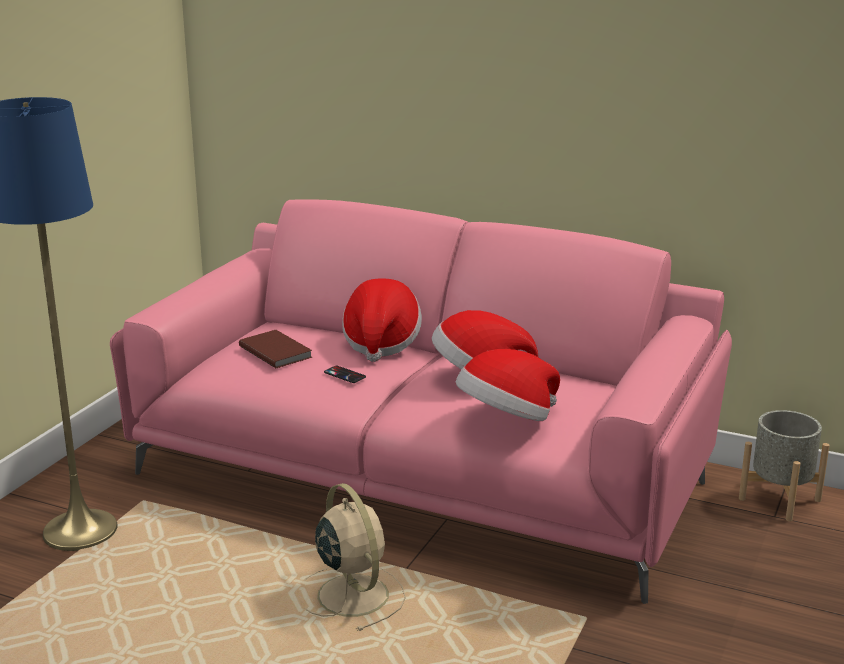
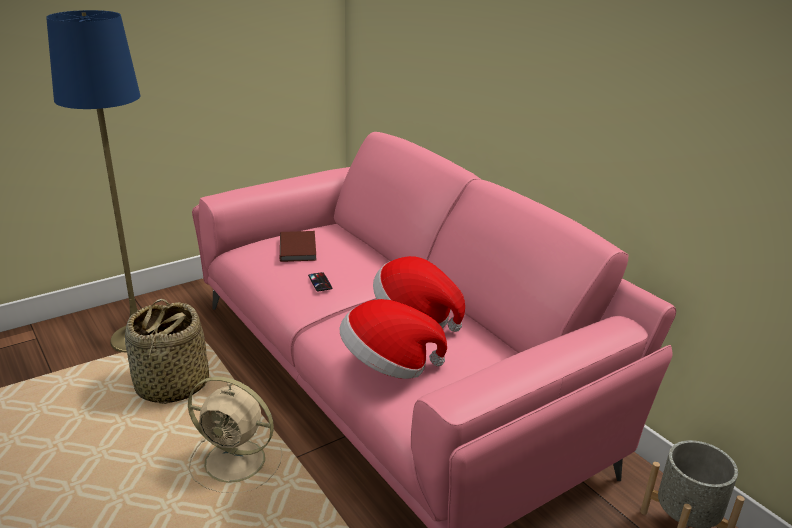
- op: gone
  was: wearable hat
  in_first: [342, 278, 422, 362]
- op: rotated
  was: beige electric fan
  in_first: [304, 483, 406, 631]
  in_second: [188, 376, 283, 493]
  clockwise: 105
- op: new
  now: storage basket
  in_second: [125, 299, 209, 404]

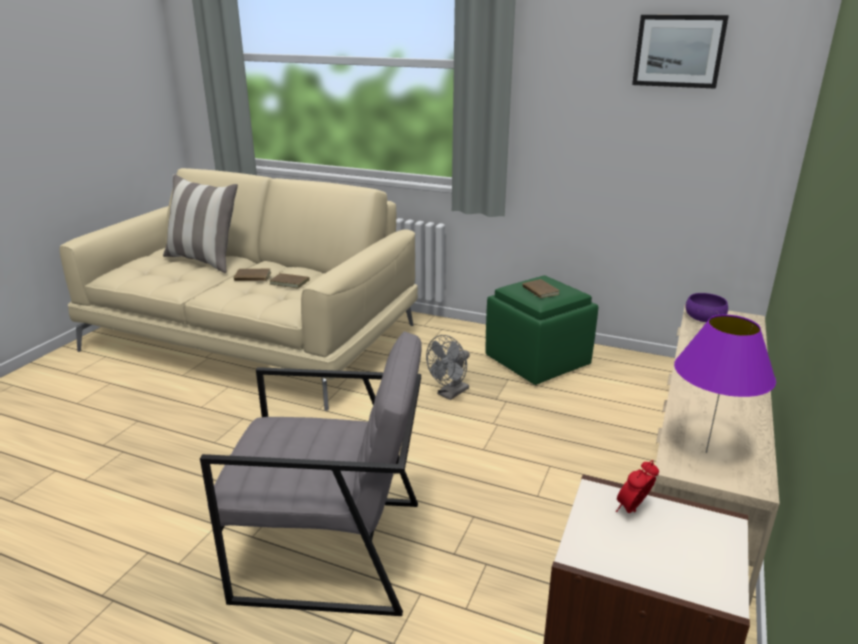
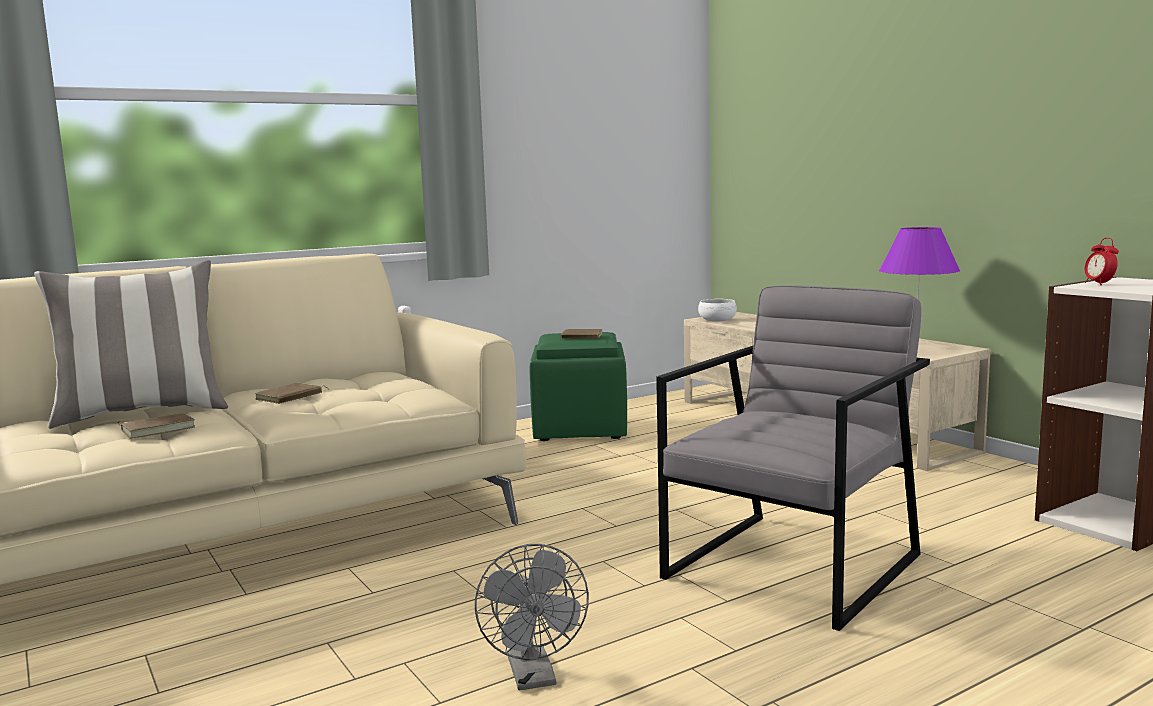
- op: gone
  was: wall picture
  in_first: [632, 15, 729, 89]
- op: shifted
  was: brownish volume
  in_first: [269, 271, 310, 288]
  in_second: [118, 413, 195, 439]
- op: repainted
  was: purple-coloured serving bowl
  now: white serving bowl
  in_first: [685, 293, 728, 322]
  in_second: [698, 299, 737, 321]
- op: shifted
  was: gray electric fan
  in_first: [426, 335, 470, 400]
  in_second: [475, 544, 589, 690]

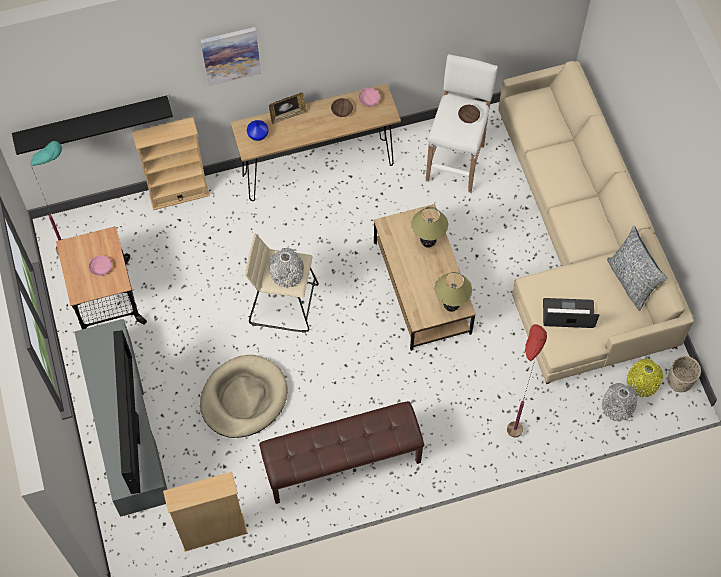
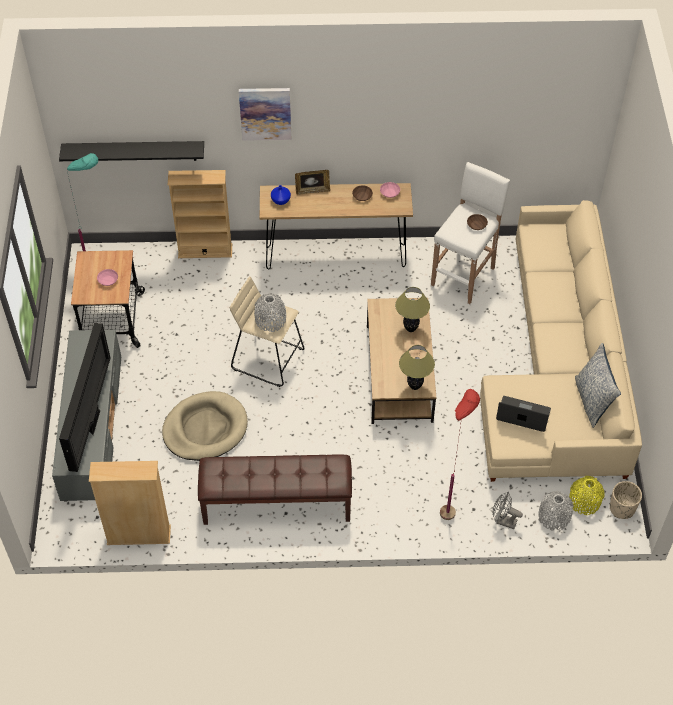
- op: new
  now: gray electric fan
  in_second: [493, 492, 523, 529]

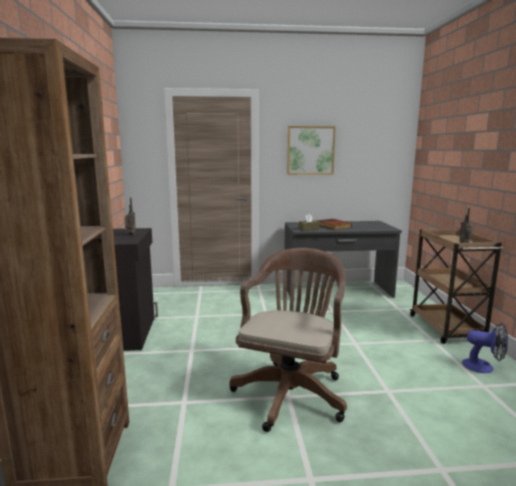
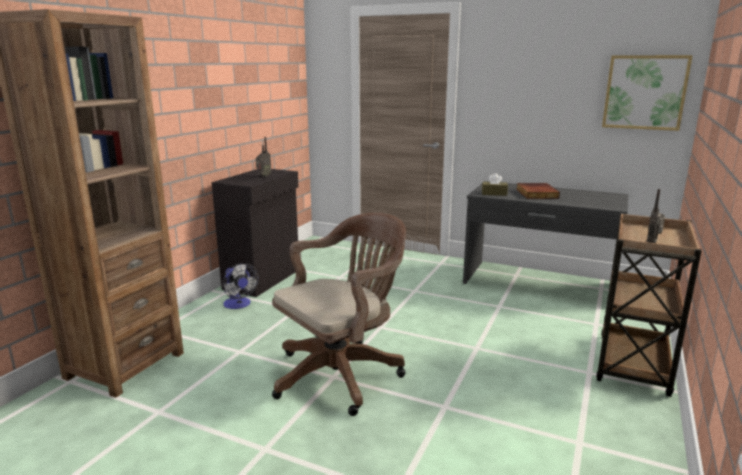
- op: shifted
  was: wall picture
  in_first: [287, 126, 336, 175]
  in_second: [602, 55, 693, 131]
- op: shifted
  was: electric fan
  in_first: [462, 323, 508, 373]
  in_second: [222, 263, 259, 309]

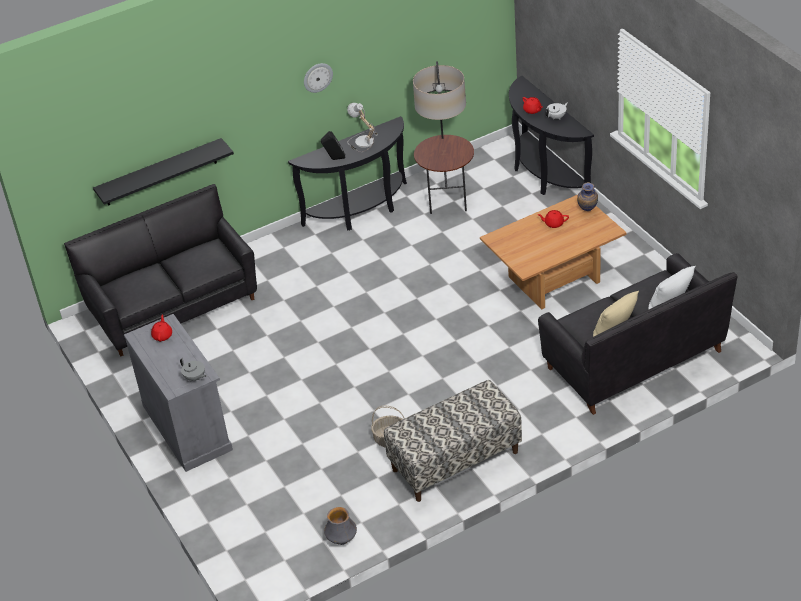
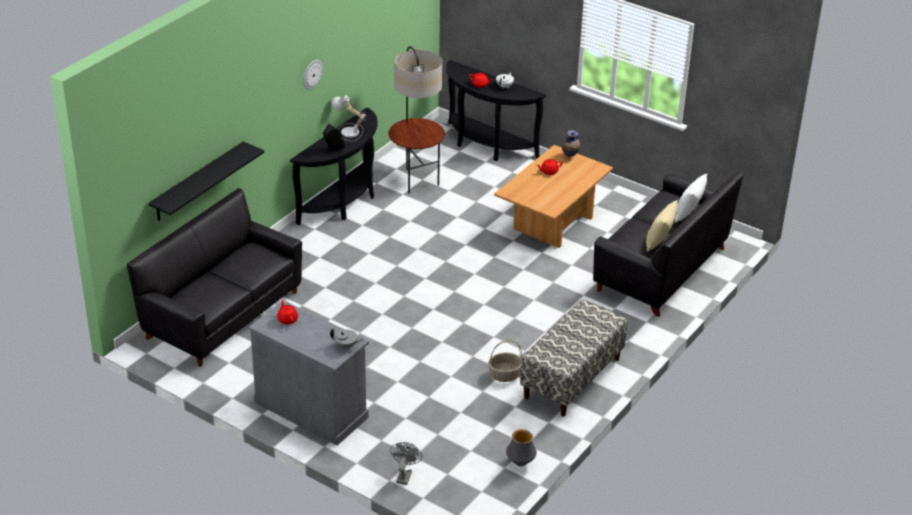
- op: new
  now: gray electric fan
  in_second: [390, 442, 422, 485]

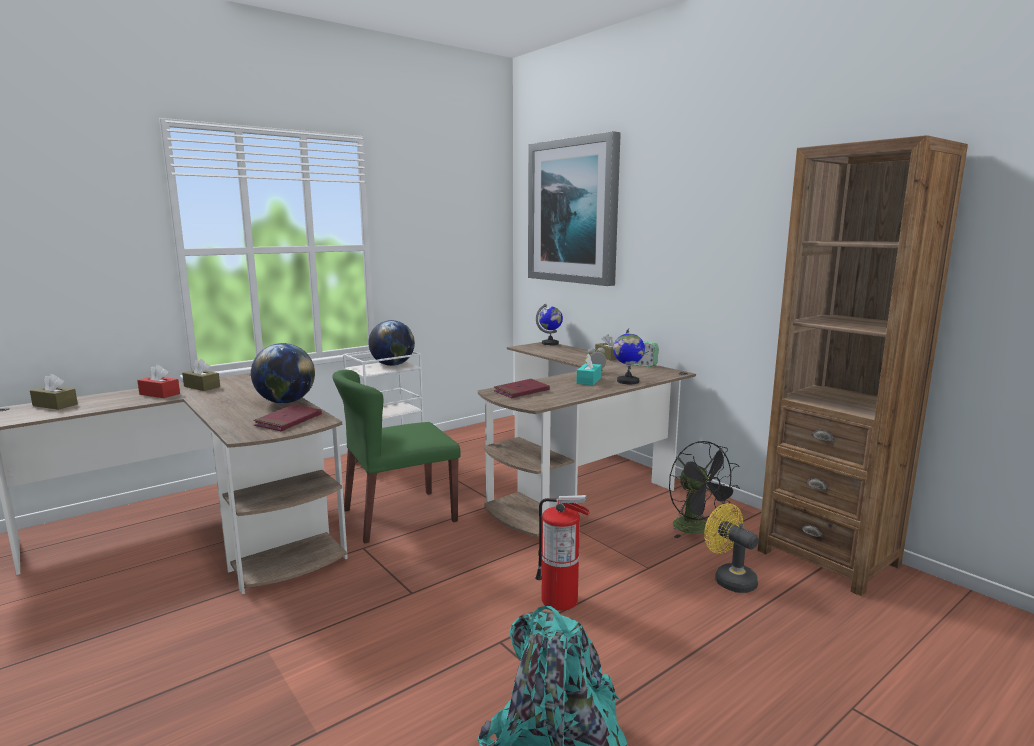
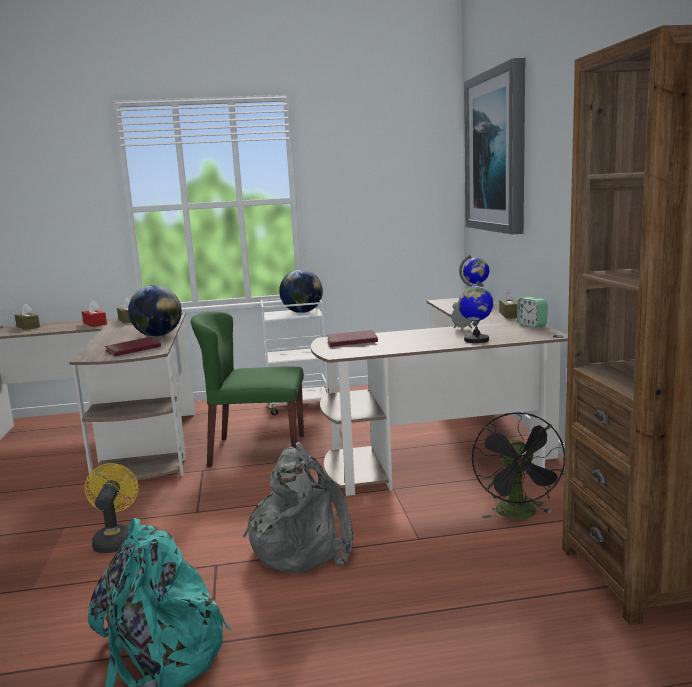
- op: gone
  was: turquoise-coloured tissue box
  in_first: [576, 354, 601, 385]
- op: swapped
  was: extinguisher
  now: gray knapsack
  in_first: [535, 495, 590, 611]
  in_second: [243, 442, 353, 573]
- op: shifted
  was: yellow electric fan
  in_first: [704, 503, 759, 593]
  in_second: [85, 463, 138, 553]

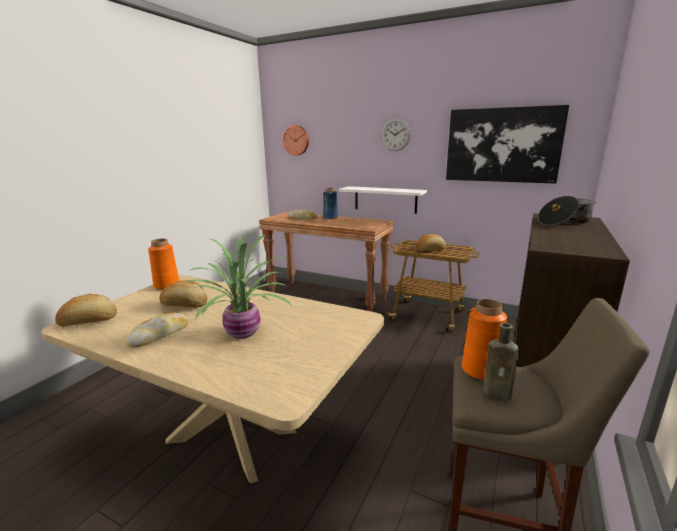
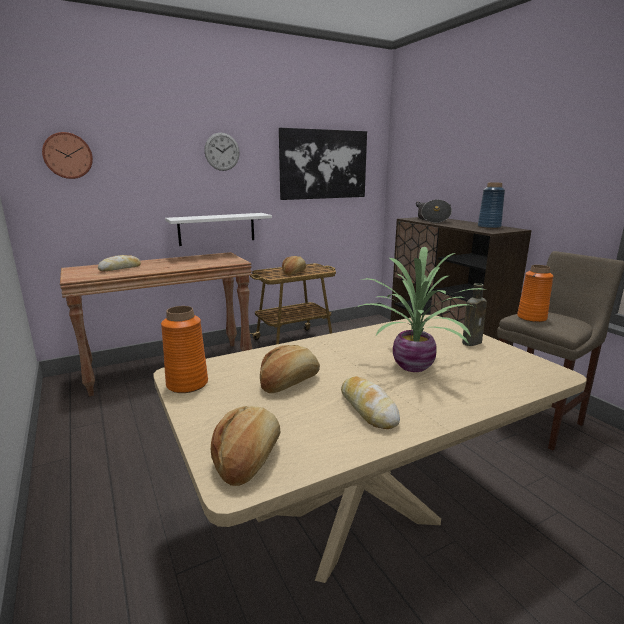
- op: shifted
  was: bluish decorative vase
  in_first: [323, 188, 338, 219]
  in_second: [478, 183, 505, 229]
- op: shifted
  was: brownish bottle
  in_first: [483, 323, 519, 401]
  in_second: [462, 283, 487, 346]

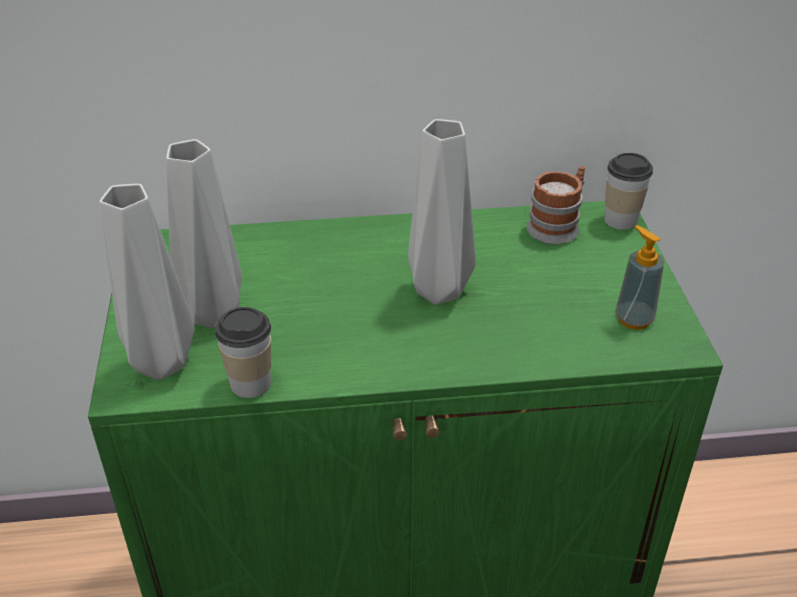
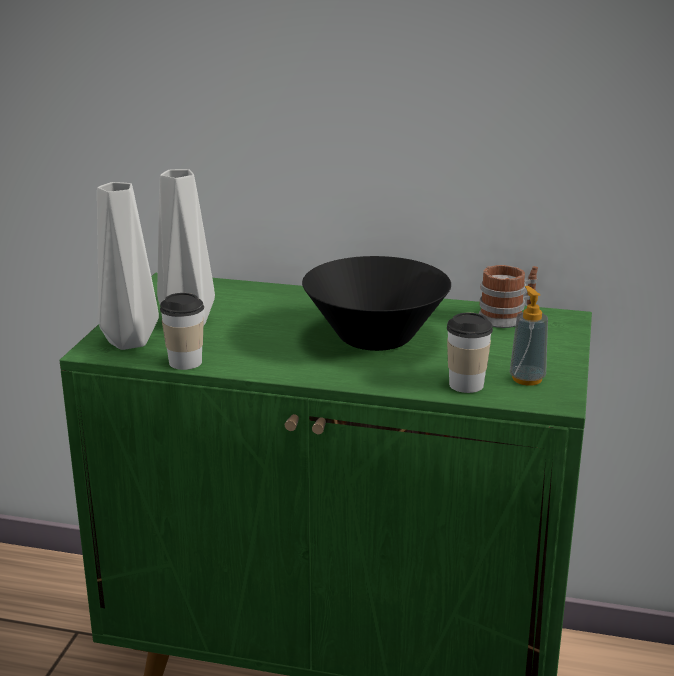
- op: swapped
  was: gray decorative vase
  now: blackish serving bowl
  in_first: [408, 119, 476, 305]
  in_second: [302, 256, 451, 351]
- op: shifted
  was: cup
  in_first: [604, 153, 653, 230]
  in_second: [447, 313, 493, 393]

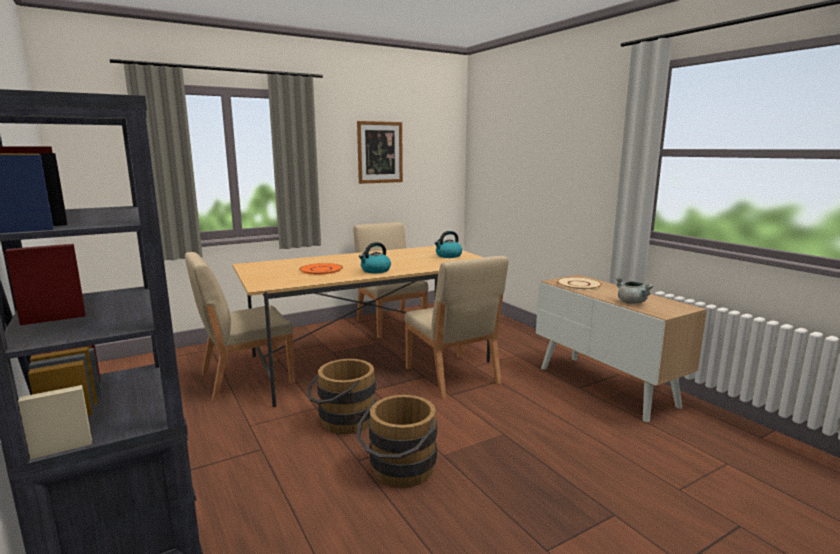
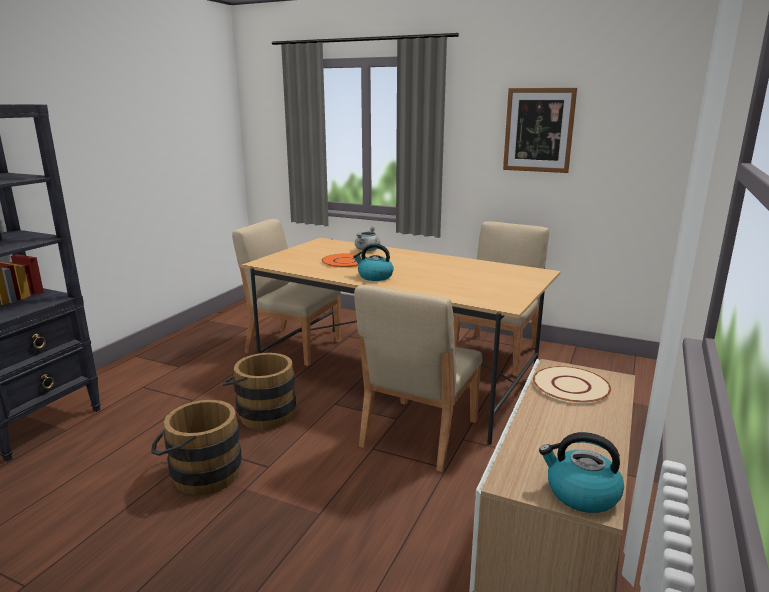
- op: shifted
  was: tea kettle
  in_first: [434, 231, 462, 258]
  in_second: [539, 432, 624, 513]
- op: shifted
  was: gray cooking pot
  in_first: [615, 276, 654, 304]
  in_second: [355, 226, 380, 251]

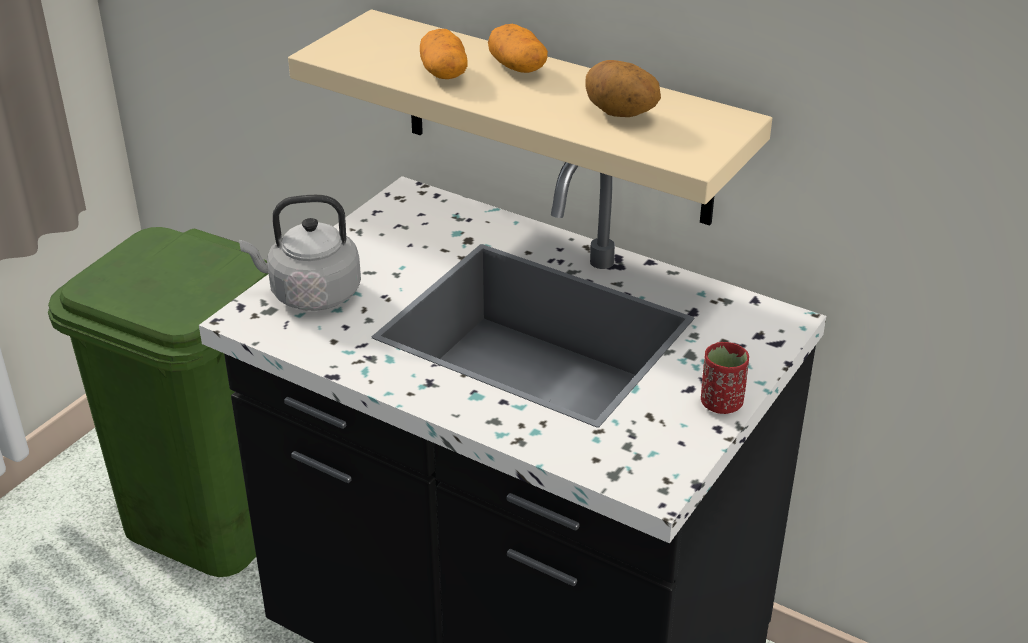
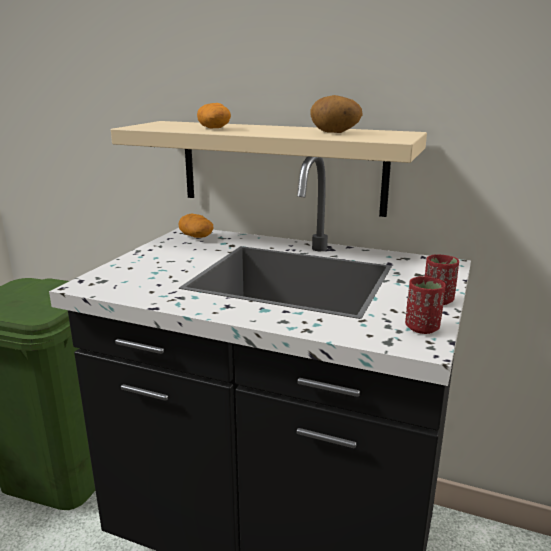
- op: shifted
  was: whole potato
  in_first: [488, 24, 548, 73]
  in_second: [178, 213, 213, 238]
- op: gone
  was: gray tea kettle
  in_first: [239, 195, 361, 311]
- op: new
  now: reddish cup
  in_second: [405, 276, 446, 334]

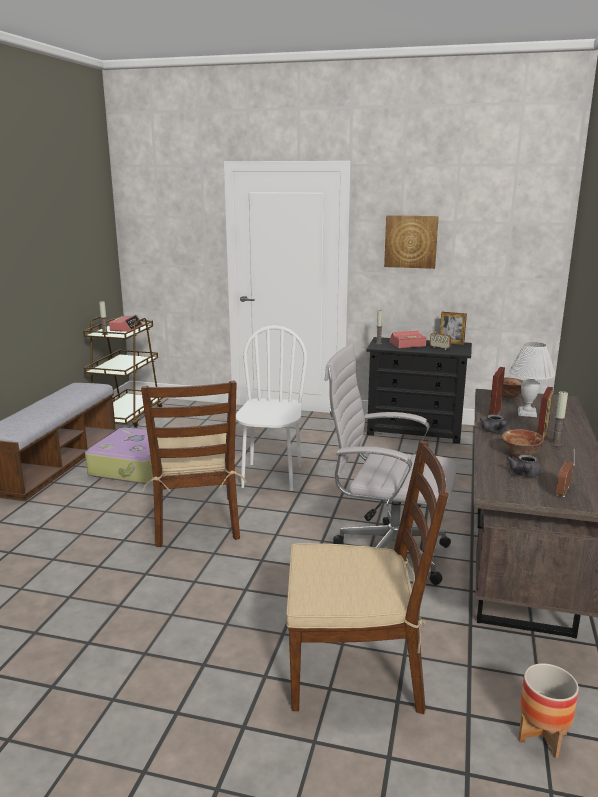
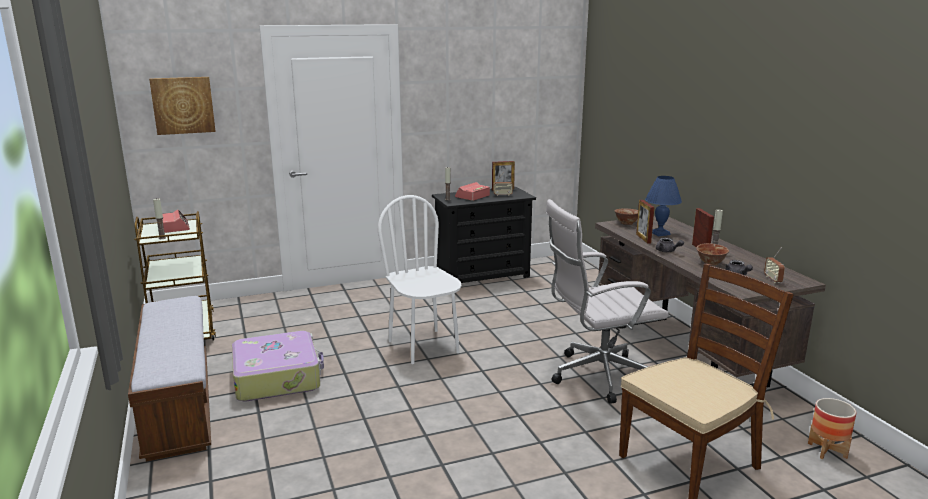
- op: shifted
  was: wall picture
  in_first: [384, 215, 439, 269]
  in_second: [149, 77, 216, 135]
- op: repainted
  was: white table lamp
  now: bluish table lamp
  in_first: [509, 342, 555, 417]
  in_second: [645, 176, 682, 236]
- op: gone
  was: brownish upright chair
  in_first: [141, 380, 246, 547]

